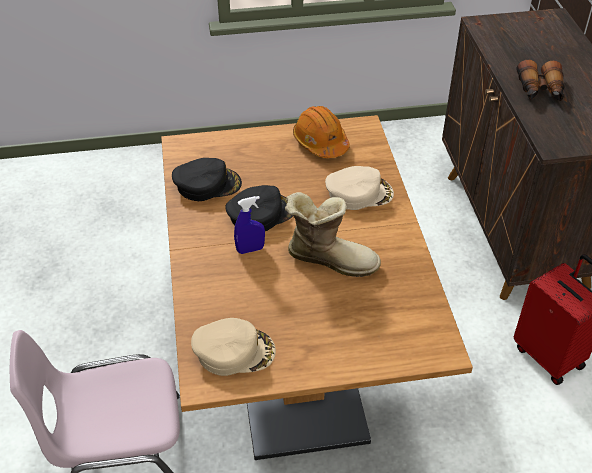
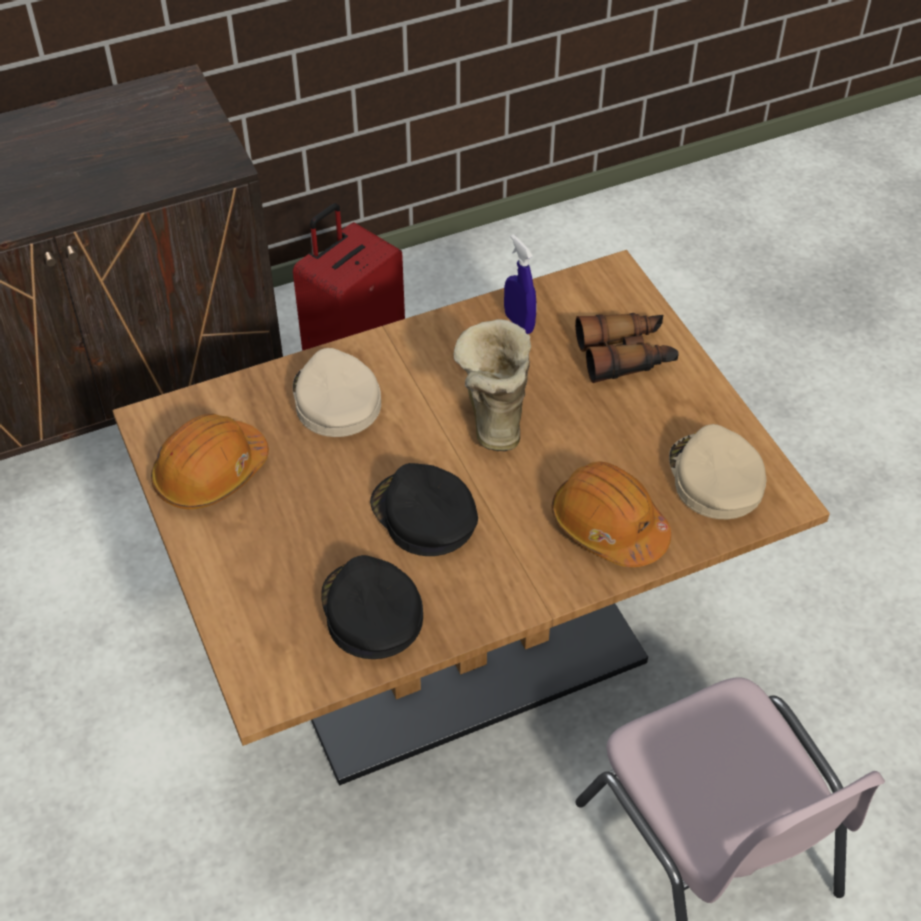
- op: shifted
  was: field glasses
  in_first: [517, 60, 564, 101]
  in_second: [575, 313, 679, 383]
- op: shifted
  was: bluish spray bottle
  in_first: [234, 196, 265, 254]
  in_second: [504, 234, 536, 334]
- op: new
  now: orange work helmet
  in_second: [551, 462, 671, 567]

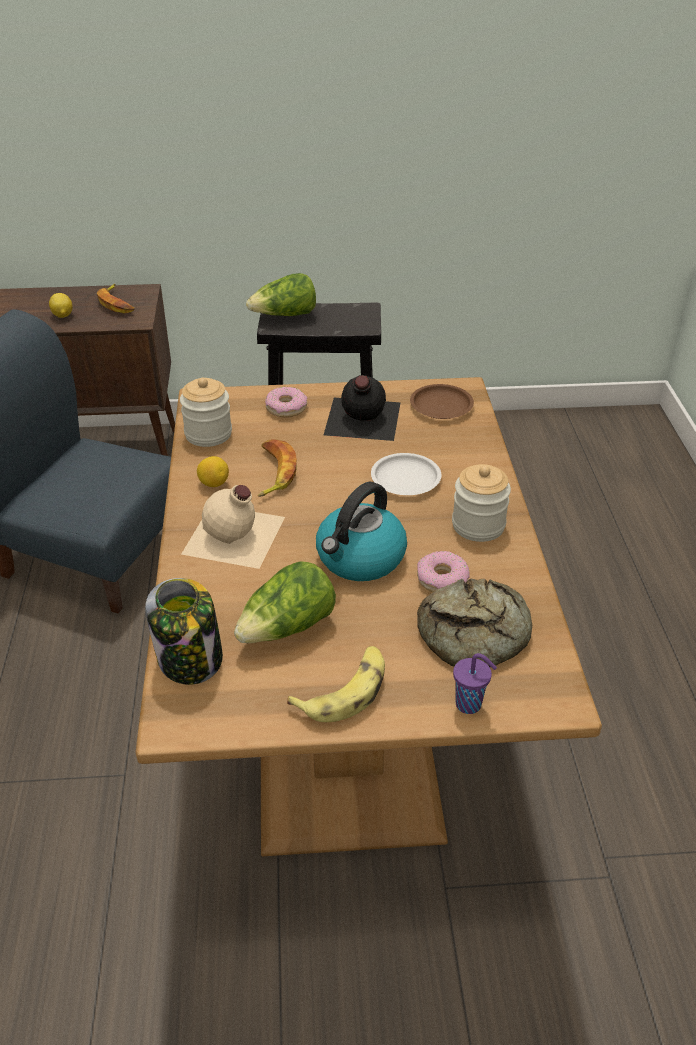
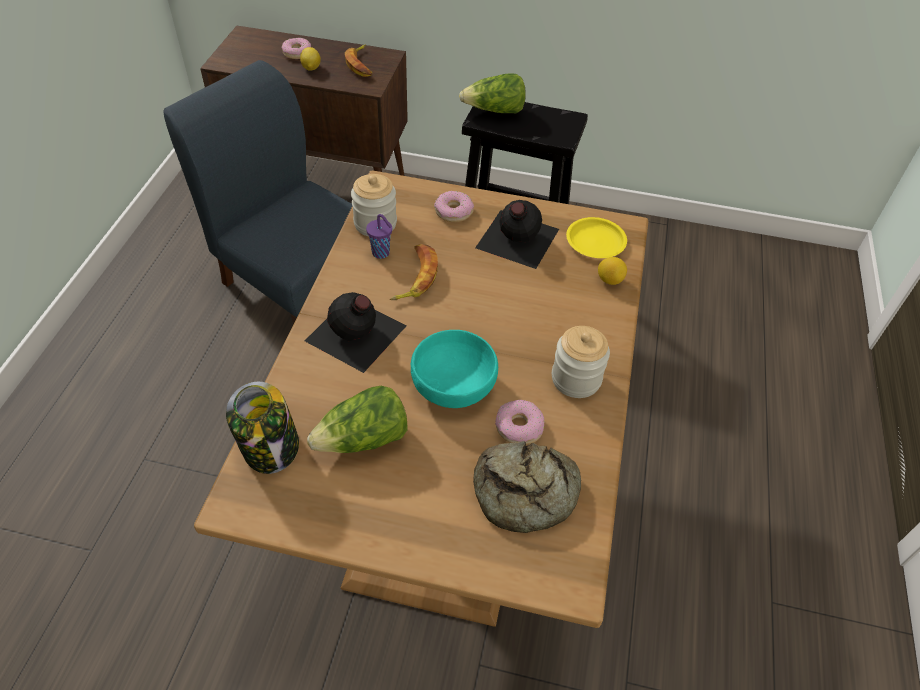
- op: repainted
  was: brownish flat dish
  now: yellow flat dish
  in_first: [410, 384, 474, 419]
  in_second: [566, 217, 627, 258]
- op: gone
  was: white flat dish
  in_first: [371, 453, 441, 495]
- op: shifted
  was: lemon
  in_first: [197, 456, 229, 487]
  in_second: [598, 257, 627, 285]
- op: swapped
  was: tea kettle
  now: turquoise-coloured serving bowl
  in_first: [316, 482, 407, 581]
  in_second: [411, 330, 498, 408]
- op: repainted
  was: beige bottle
  now: blackish bottle
  in_first: [181, 485, 285, 569]
  in_second: [305, 292, 407, 373]
- op: gone
  was: banana fruit
  in_first: [287, 646, 385, 722]
- op: shifted
  was: purple-coloured cup
  in_first: [453, 653, 497, 714]
  in_second: [366, 214, 392, 259]
- op: new
  now: donut
  in_second: [282, 38, 311, 59]

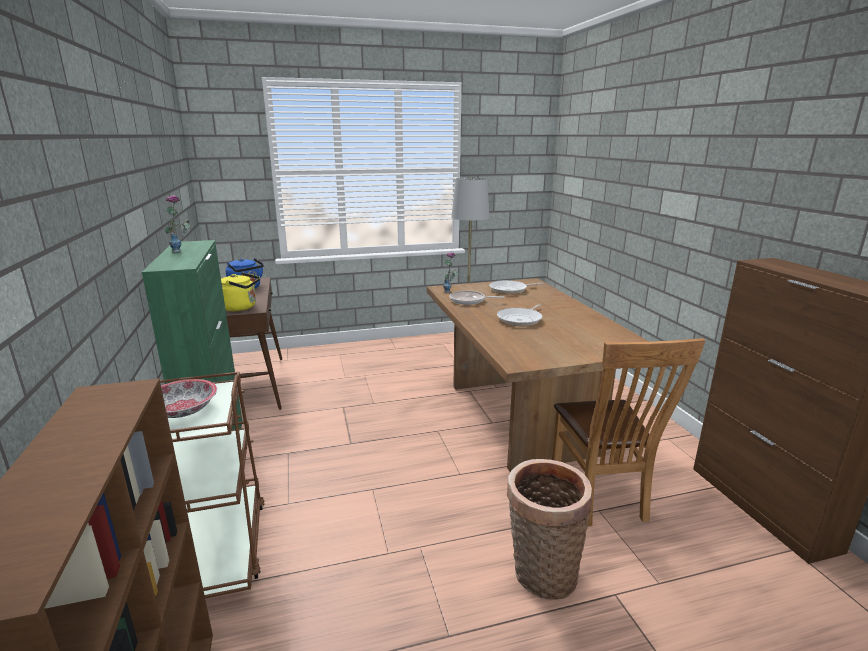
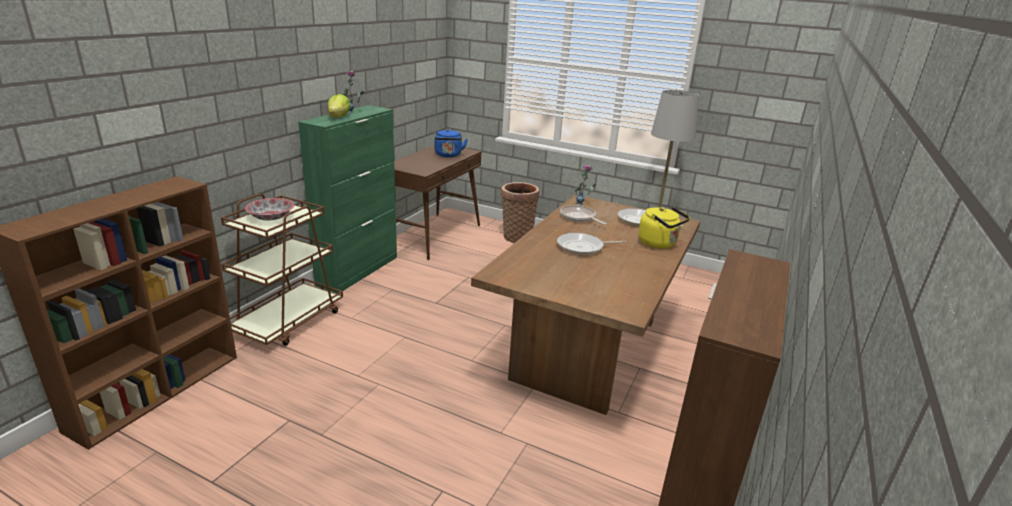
- op: shifted
  was: yellow tea kettle
  in_first: [221, 272, 260, 311]
  in_second: [638, 207, 690, 249]
- op: gone
  was: brownish upright chair
  in_first: [552, 338, 706, 526]
- op: shifted
  was: storage basket
  in_first: [507, 459, 592, 600]
  in_second: [501, 182, 539, 243]
- op: new
  now: lettuce head
  in_second: [328, 94, 351, 118]

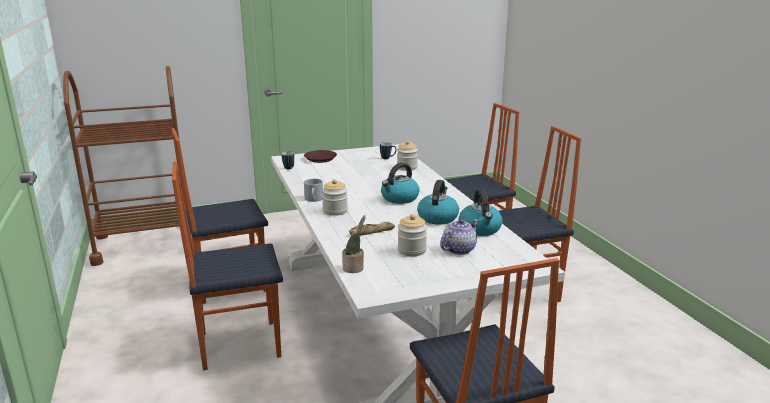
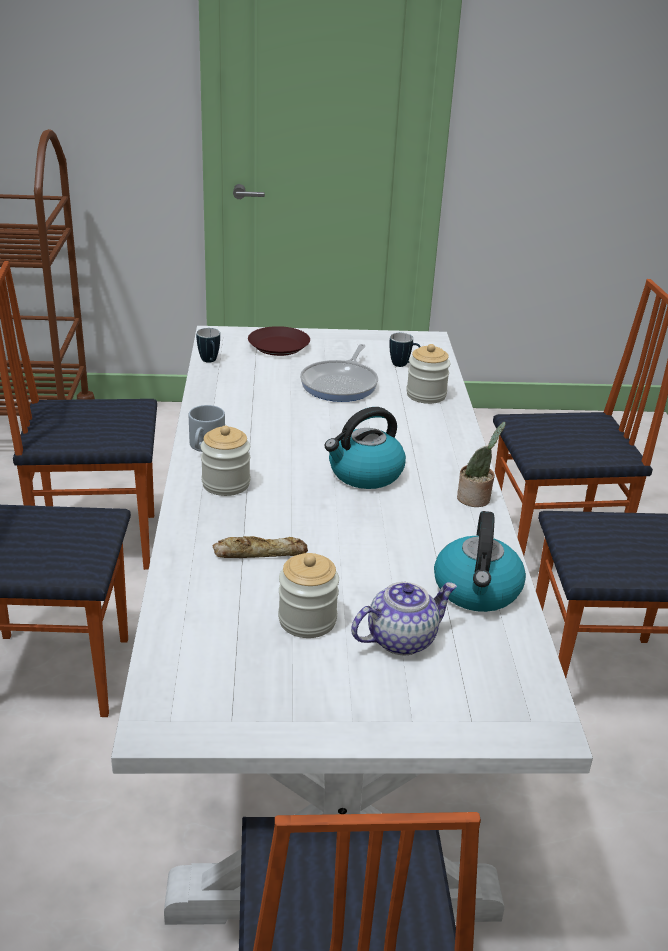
- op: gone
  was: tea kettle
  in_first: [417, 180, 459, 225]
- op: shifted
  was: houseplant
  in_first: [342, 215, 366, 273]
  in_second: [457, 422, 506, 507]
- op: new
  now: frying pan
  in_second: [300, 344, 378, 402]

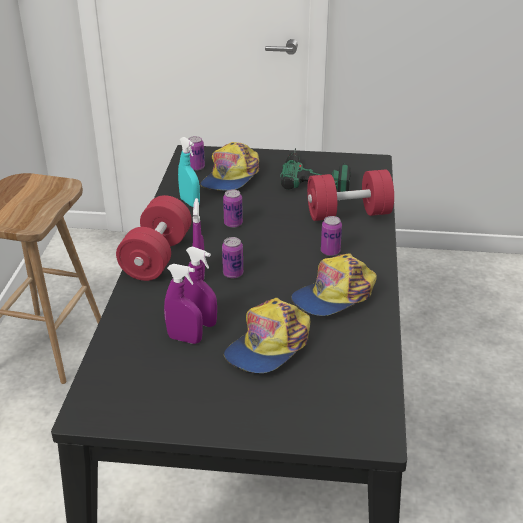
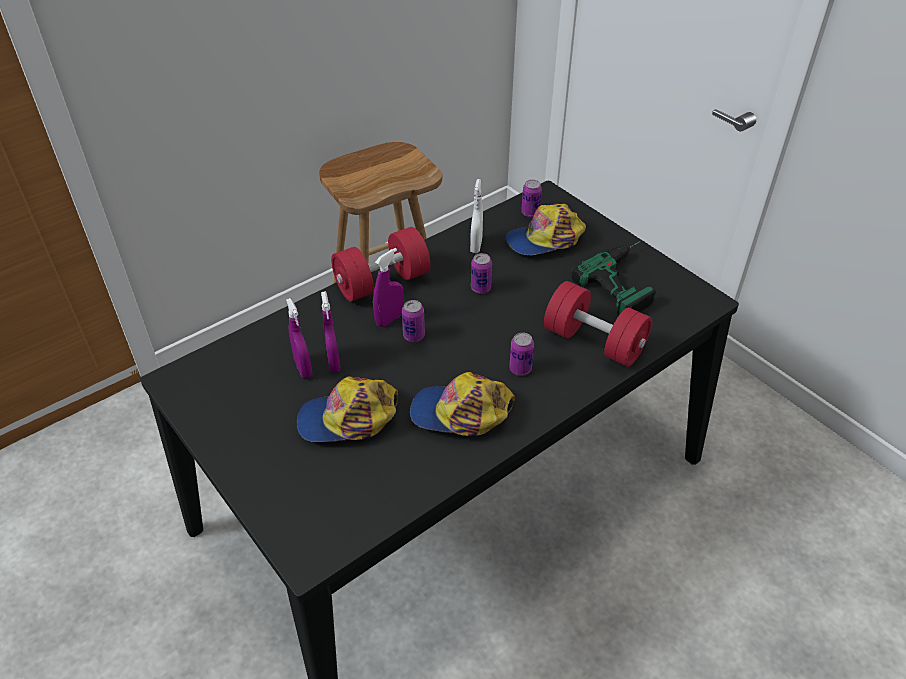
- op: repainted
  was: turquoise-coloured spray bottle
  now: white spray bottle
  in_first: [178, 137, 200, 207]
  in_second: [470, 179, 483, 253]

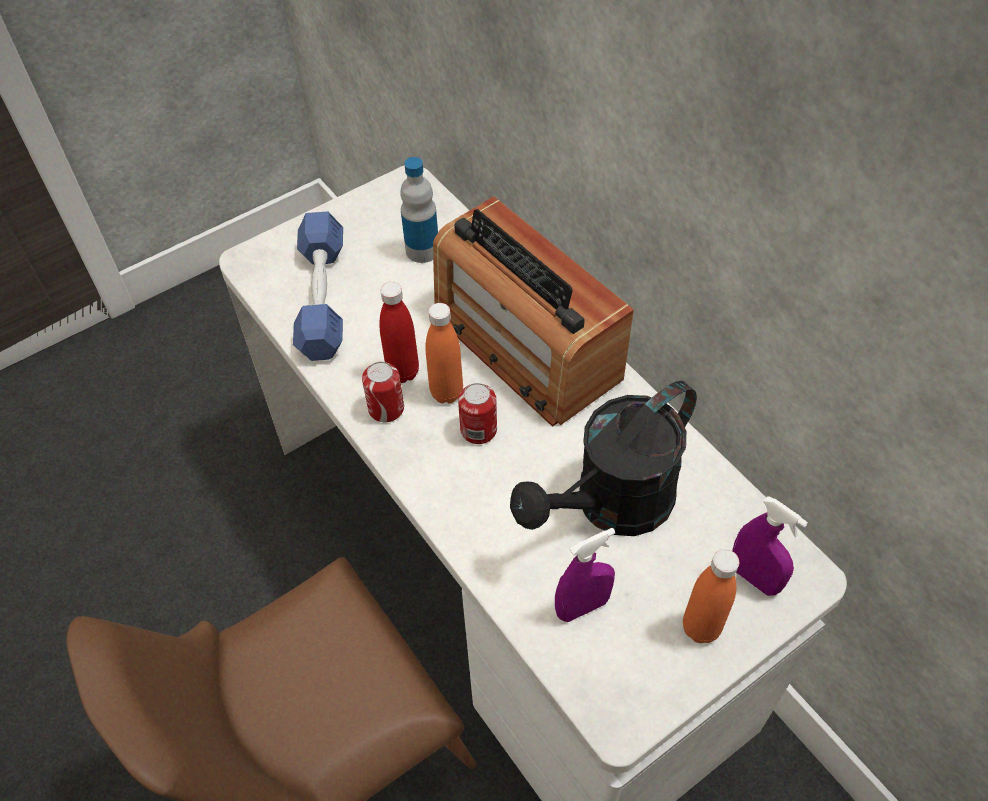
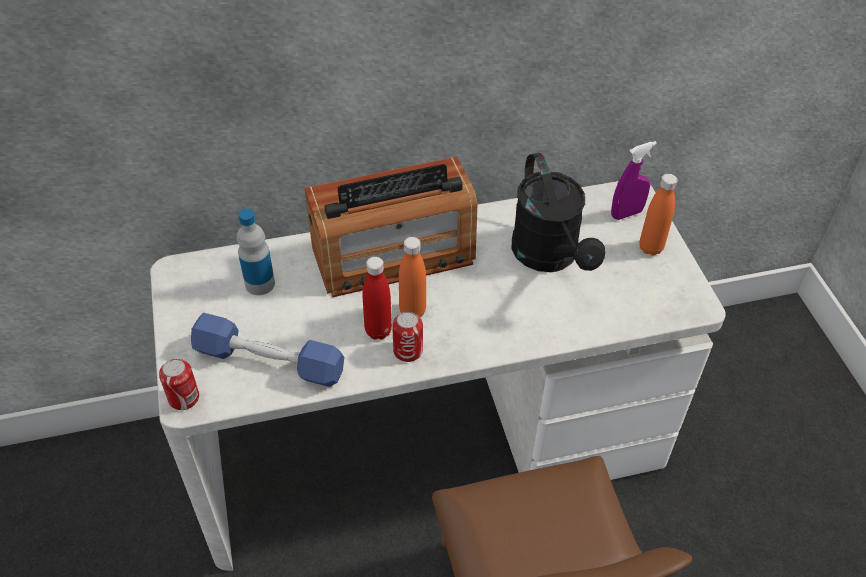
- op: shifted
  was: metal can
  in_first: [458, 383, 497, 444]
  in_second: [159, 359, 199, 410]
- op: gone
  was: purple-coloured spray bottle
  in_first: [555, 528, 615, 622]

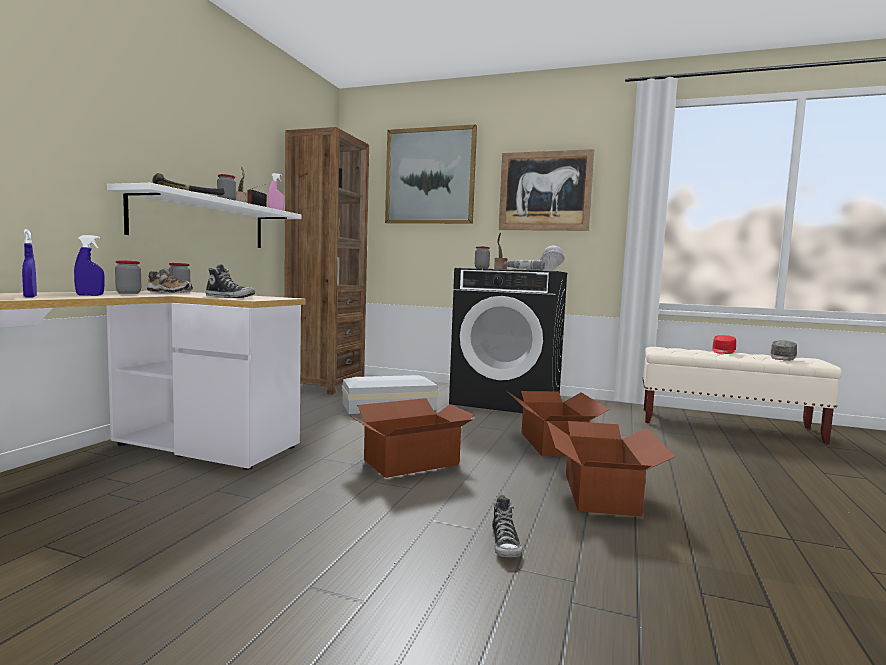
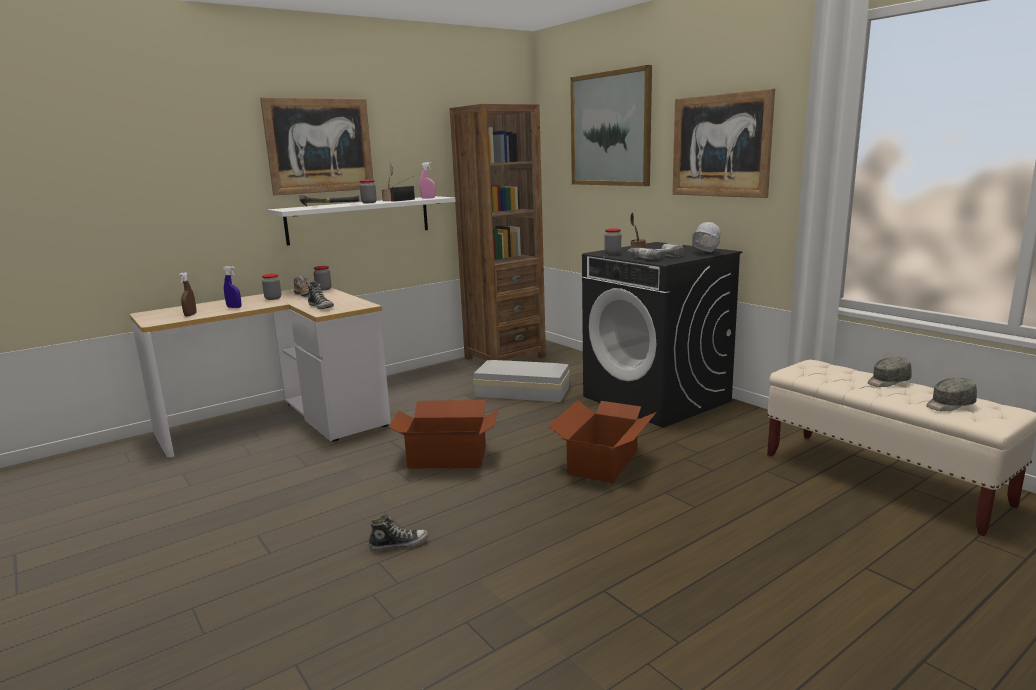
- op: repainted
  was: bluish spray bottle
  now: brownish spray bottle
  in_first: [22, 229, 37, 298]
  in_second: [179, 272, 197, 316]
- op: repainted
  was: reddish baseball cap
  now: gray baseball cap
  in_first: [713, 335, 736, 354]
  in_second: [867, 357, 912, 387]
- op: gone
  was: packing box
  in_first: [547, 421, 675, 517]
- op: rotated
  was: low shoe
  in_first: [492, 494, 522, 558]
  in_second: [369, 515, 428, 551]
  clockwise: -135
- op: new
  now: wall picture
  in_second: [260, 97, 374, 196]

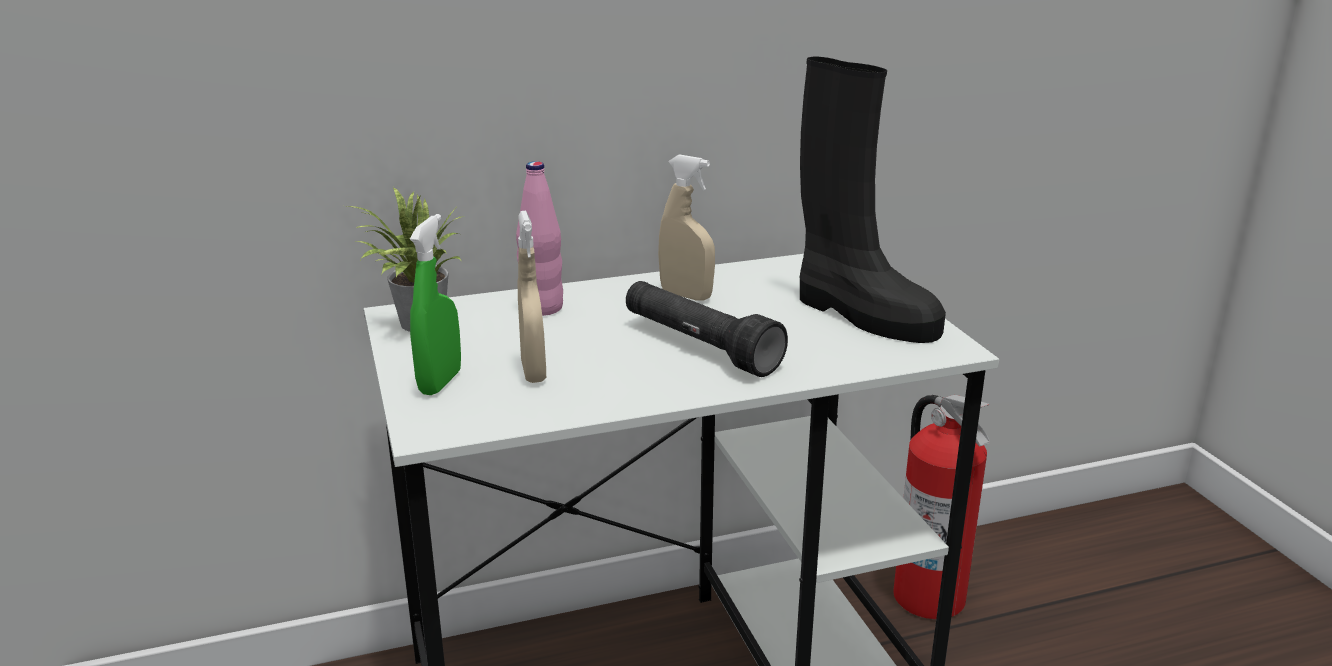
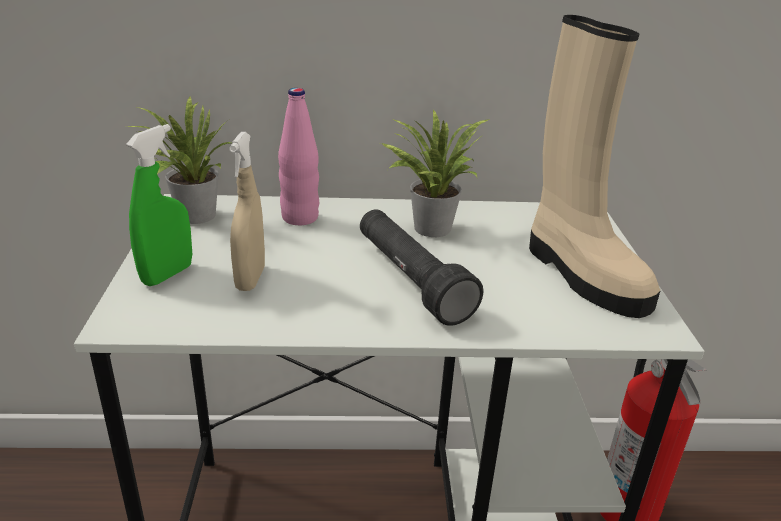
- op: repainted
  was: blackish high-top boot
  now: beige high-top boot
  in_first: [800, 57, 946, 343]
  in_second: [529, 15, 660, 318]
- op: swapped
  was: beige spray bottle
  now: houseplant
  in_first: [658, 154, 715, 301]
  in_second: [381, 110, 490, 237]

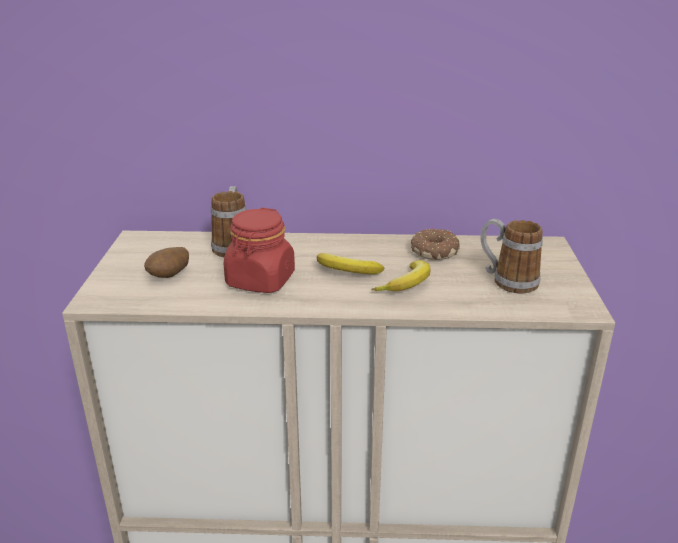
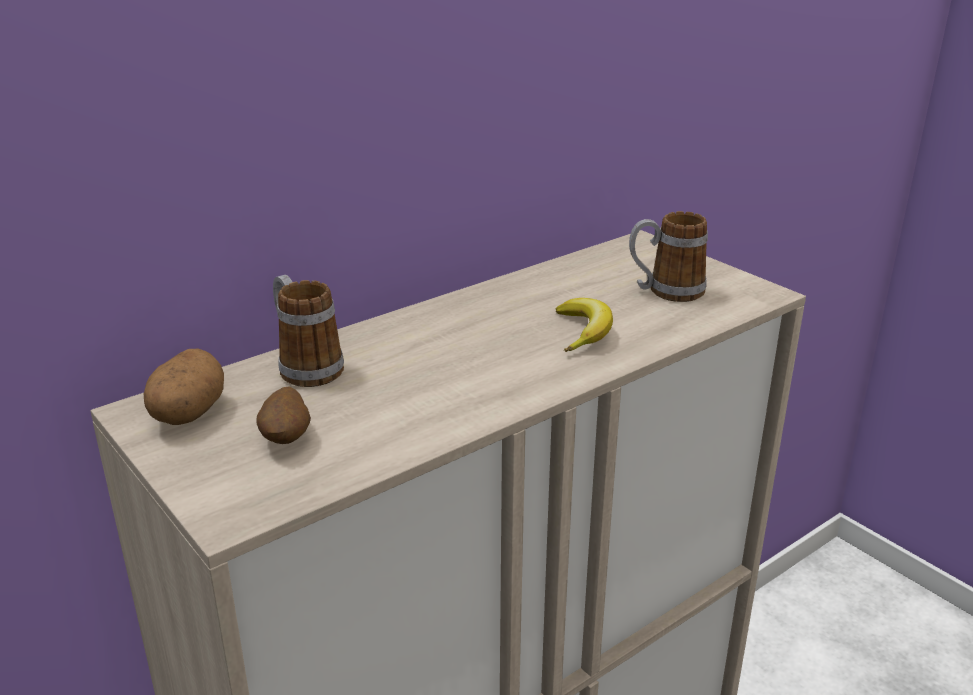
- op: gone
  was: reddish storage jar
  in_first: [224, 208, 295, 293]
- op: gone
  was: donut
  in_first: [411, 229, 460, 260]
- op: gone
  was: banana fruit
  in_first: [317, 253, 384, 274]
- op: new
  now: whole potato
  in_second: [144, 349, 224, 425]

